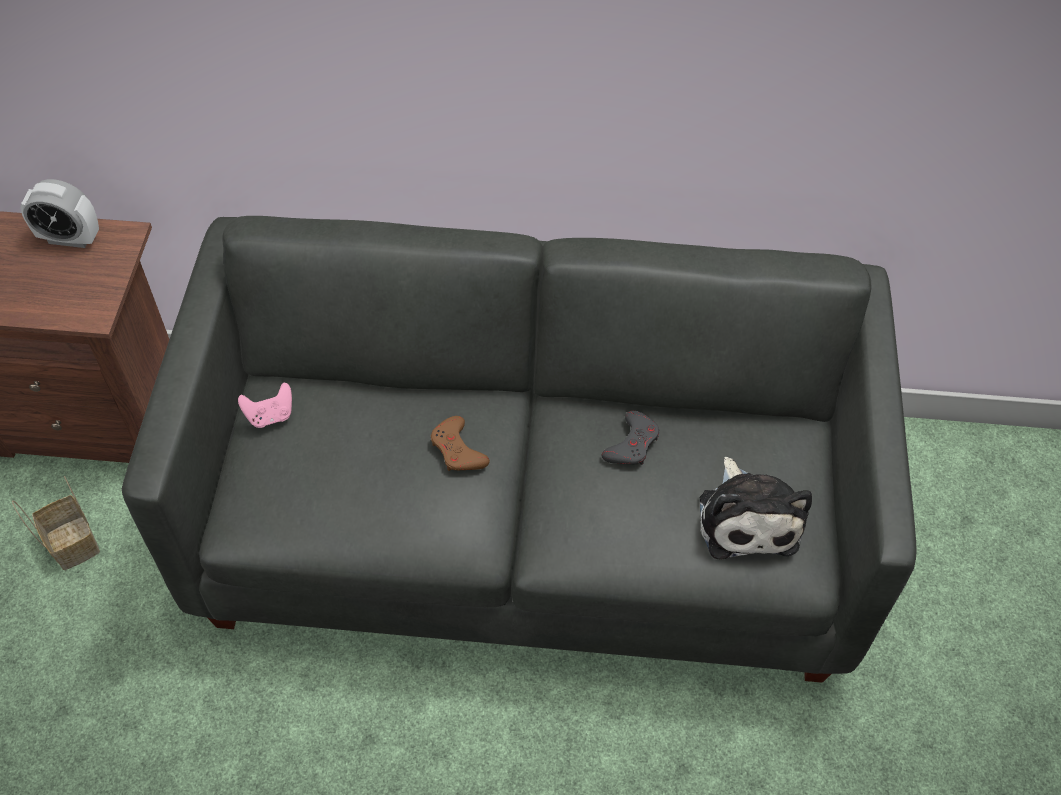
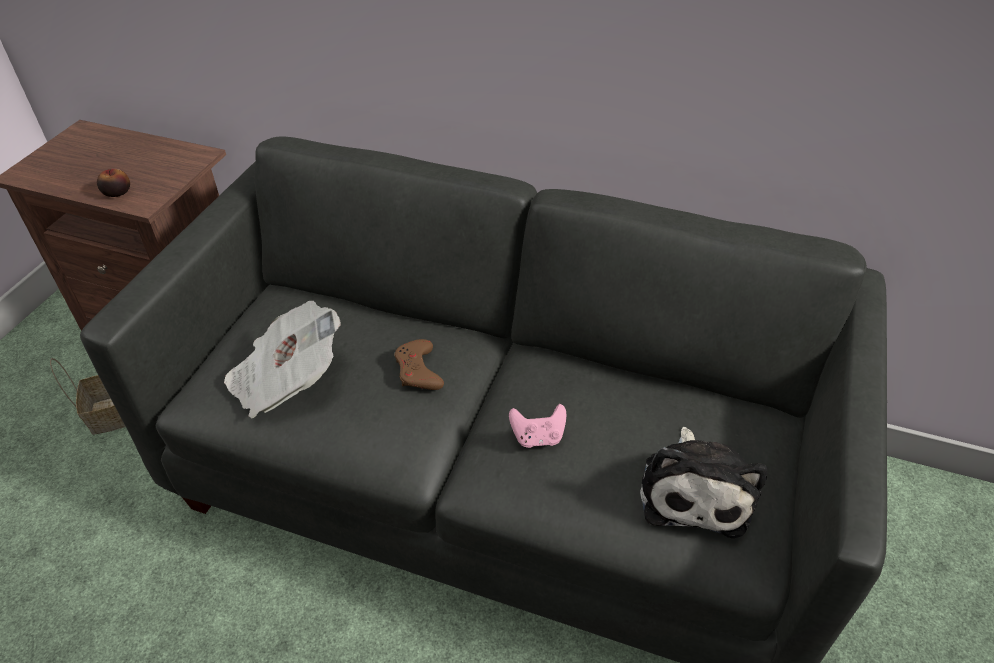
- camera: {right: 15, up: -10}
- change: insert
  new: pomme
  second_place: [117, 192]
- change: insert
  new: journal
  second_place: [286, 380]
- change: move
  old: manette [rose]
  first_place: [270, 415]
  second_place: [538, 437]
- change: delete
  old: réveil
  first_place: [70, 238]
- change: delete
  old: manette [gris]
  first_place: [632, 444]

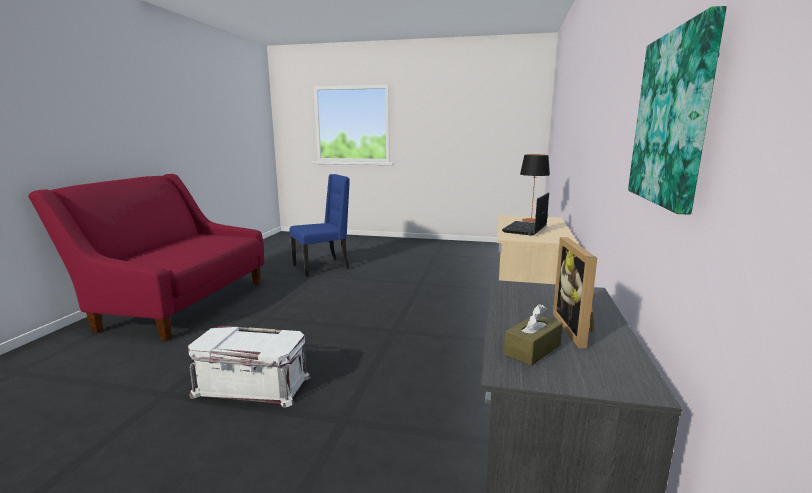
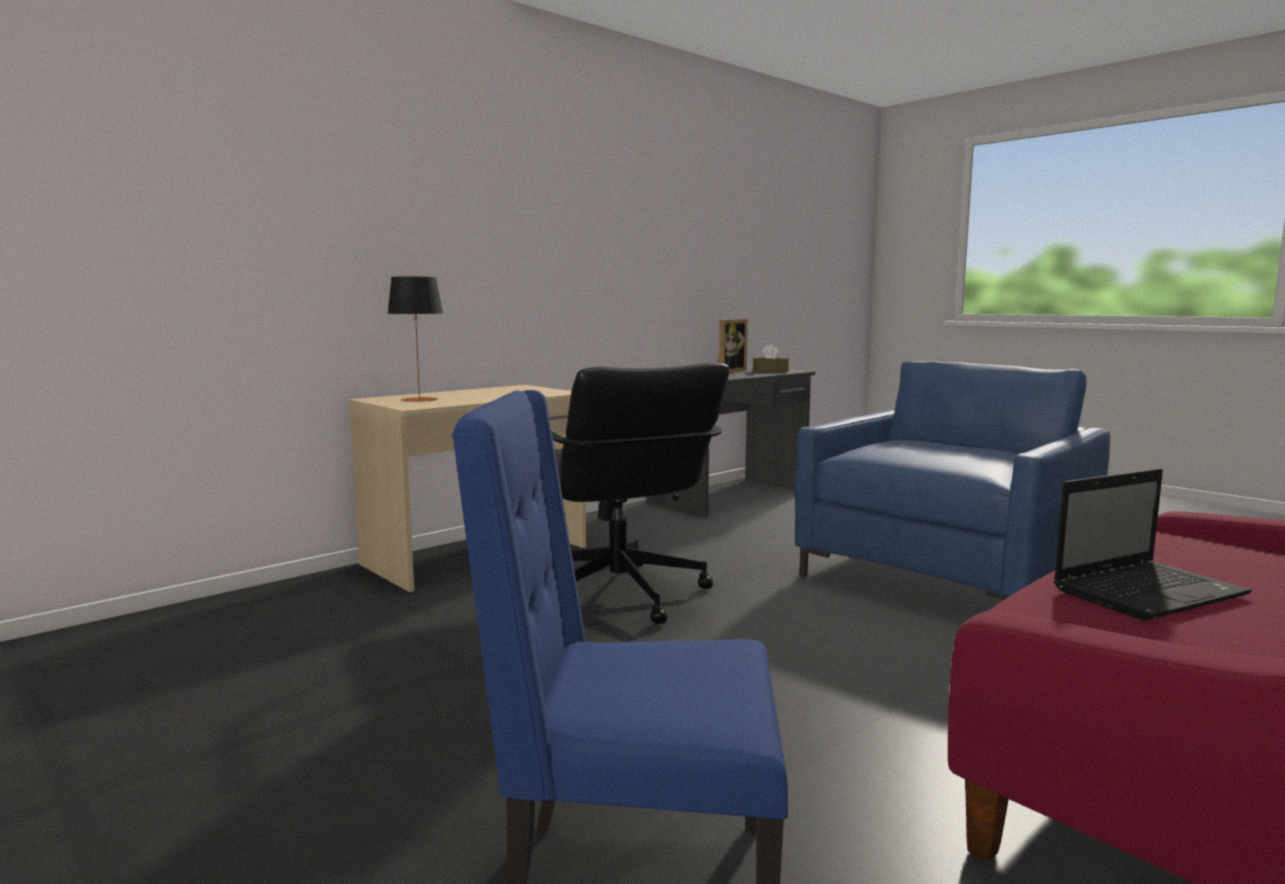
- camera: {right: -145, up: -5}
- change: insert
  new: chaise de bureau [noir]
  second_place: [618, 595]
- change: replace
  old: boîte de rangement [blanc]
  new: fauteuil [bleu]
  first_place: [251, 386]
  second_place: [944, 577]
- change: move
  old: ordinateur portable
  first_place: [525, 229]
  second_place: [1150, 592]
- change: delete
  old: tableau
  first_place: [673, 119]

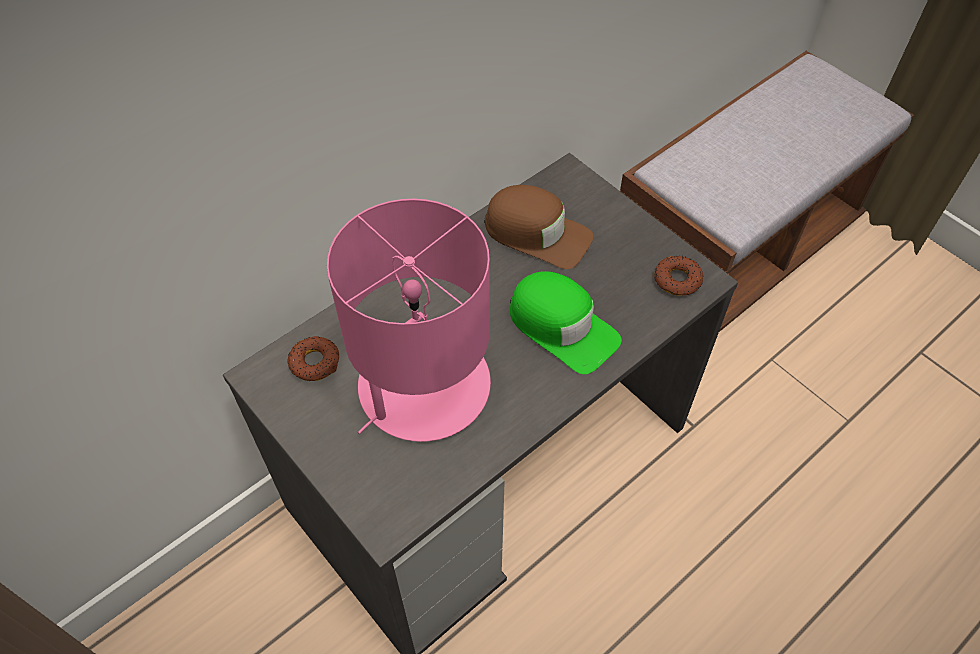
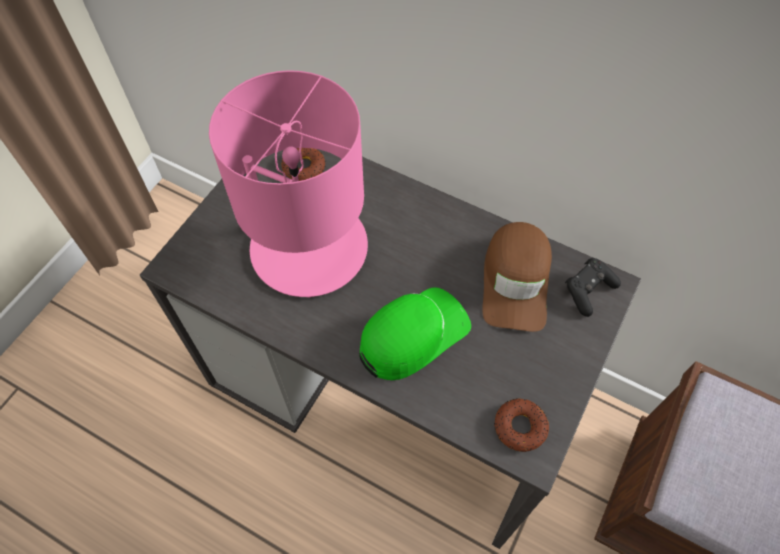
- camera: {right: 70, up: 5}
- change: rotate
  old: casquette [vert]
  first_place: [562, 327]
  second_place: [413, 335]
  degrees: -150
- change: insert
  new: manette [noir]
  second_place: [588, 290]

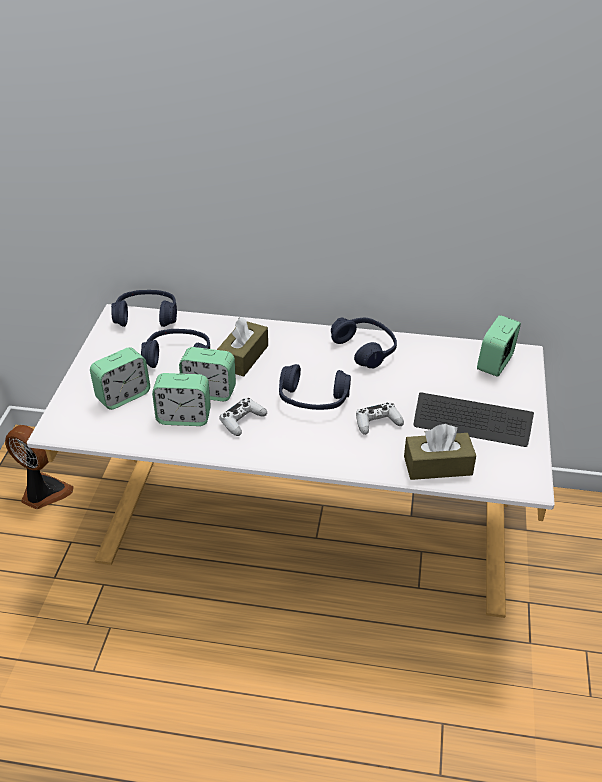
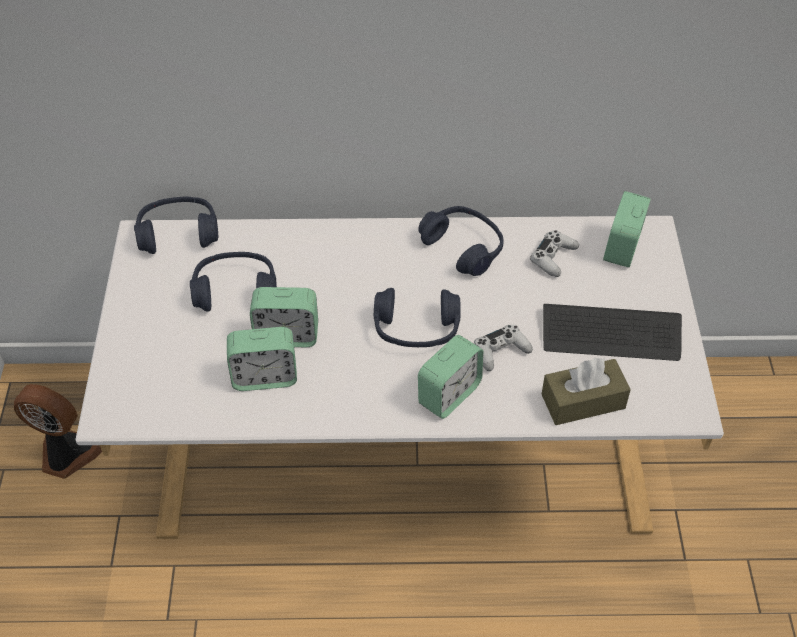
- camera: {right: -10, up: 10}
- change: move
  old: réveil
  first_place: [123, 396]
  second_place: [449, 394]
- change: move
  old: manette [blanc]
  first_place: [242, 421]
  second_place: [553, 258]
- change: delete
  old: boîte à mouchoirs [marron]
  first_place: [243, 357]

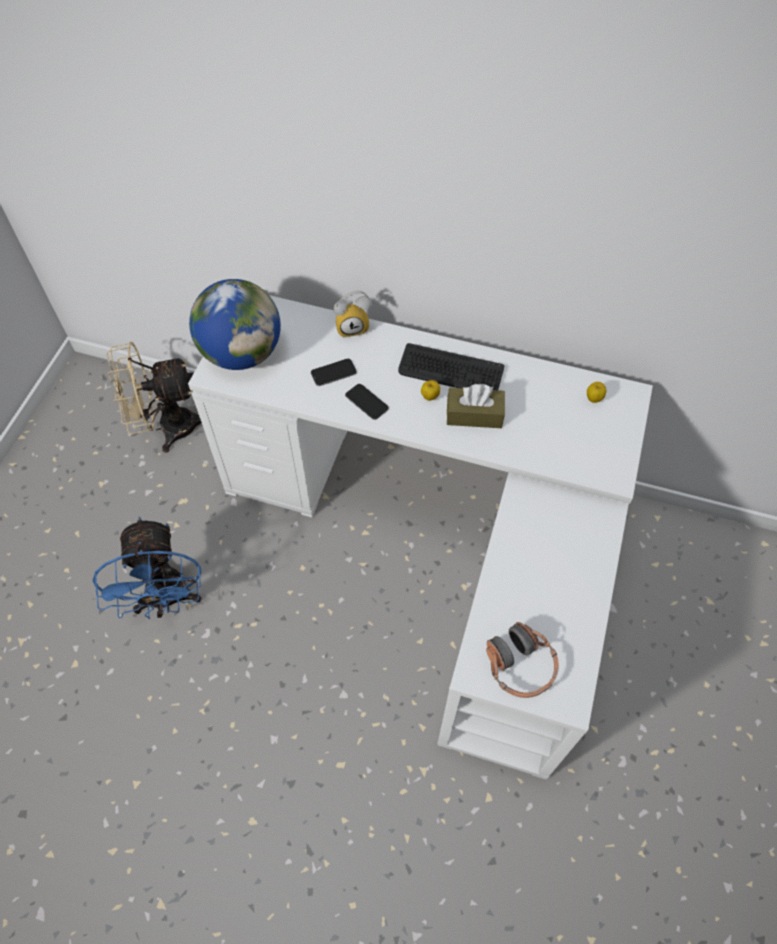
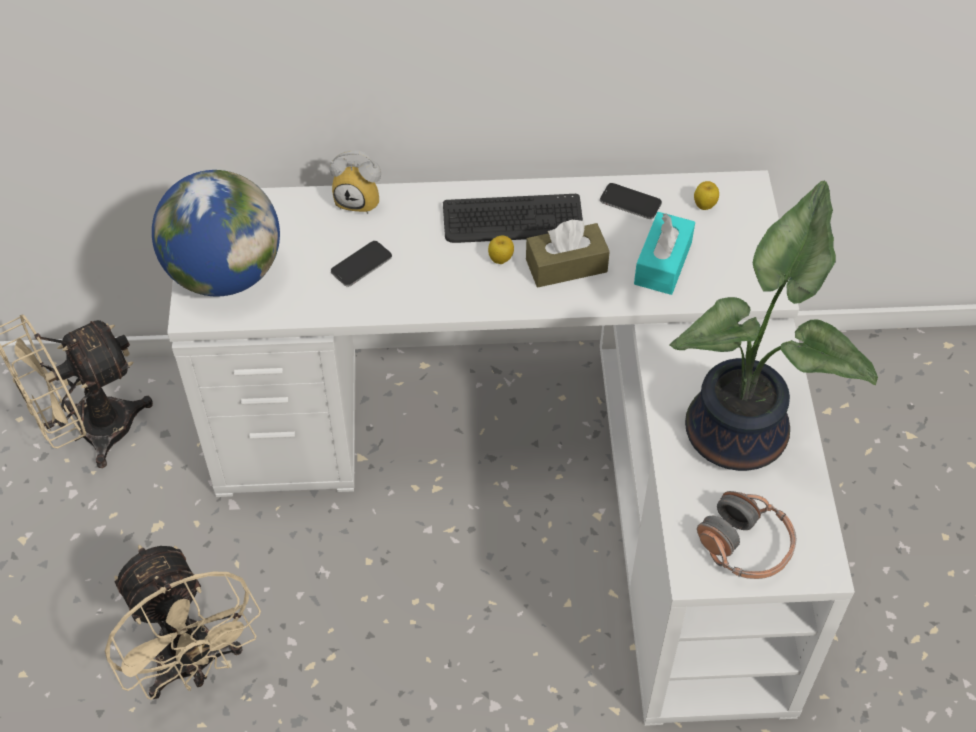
- camera: {right: -20, up: -5}
- change: recolor
  old: ventilateur [bleu]
  new: ventilateur [beige]
  first_place: [167, 600]
  second_place: [193, 666]
- change: rotate
  old: réveil
  first_place: [353, 327]
  second_place: [360, 200]
  degrees: 45
- change: move
  old: téléphone
  first_place: [366, 402]
  second_place: [630, 202]
- change: insert
  new: boîte à mouchoirs [turquoise]
  second_place: [663, 263]
- change: insert
  new: plante en pot
  second_place: [742, 432]

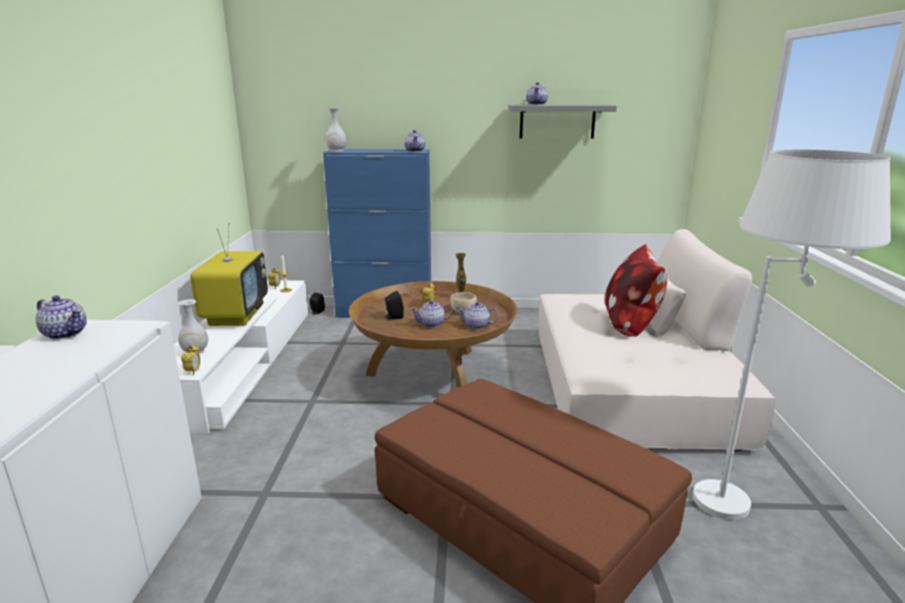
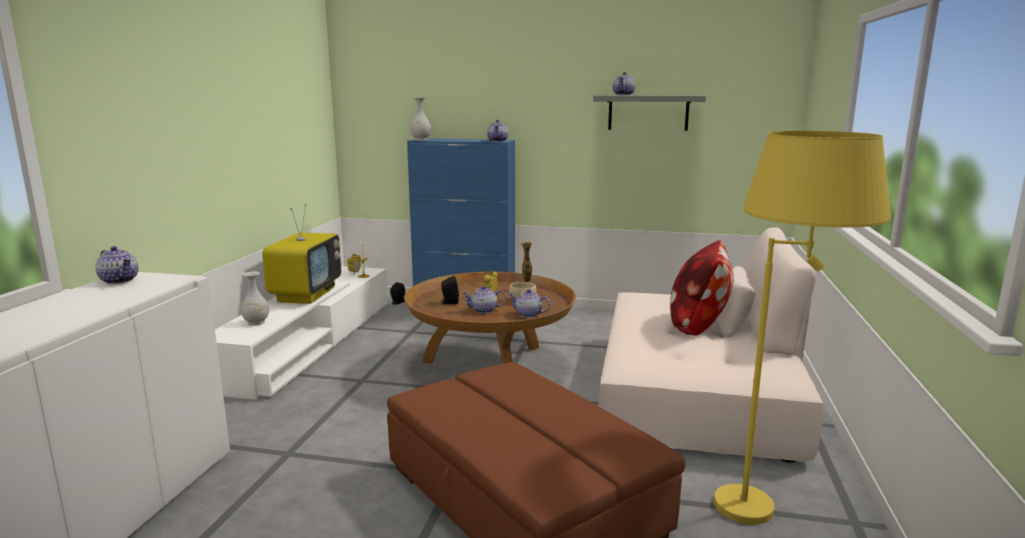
- camera: {right: 10, up: -5}
- change: recolor
  old: lampadaire [blanc]
  new: lampadaire [jaune]
  first_place: [750, 502]
  second_place: [777, 510]
- change: delete
  old: réveil
  first_place: [193, 372]

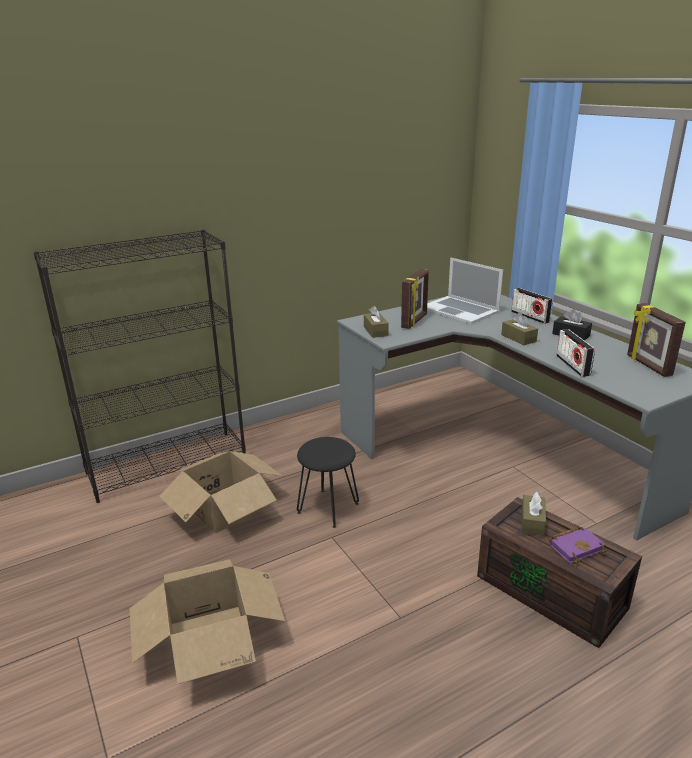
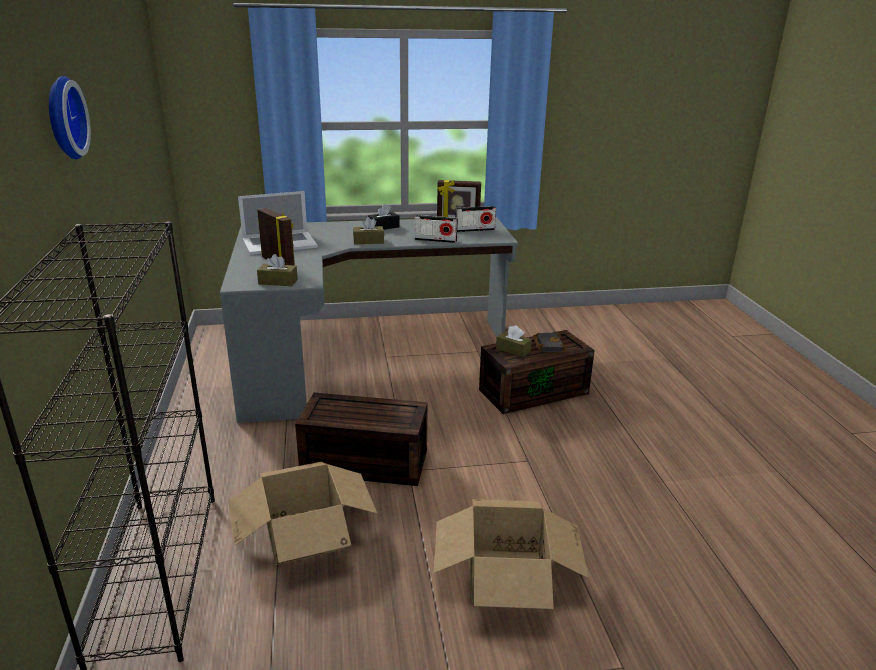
- camera: {right: -70, up: 0}
- change: insert
  new: horloge murale
  second_place: [62, 118]
- change: replace
  old: tabouret [noir]
  new: boîte de rangement [marron]
  first_place: [327, 508]
  second_place: [362, 463]
- change: move
  old: radio
  first_place: [530, 317]
  second_place: [474, 230]
- change: recolor
  old: livre [violet]
  new: livre [noir]
  first_place: [576, 547]
  second_place: [547, 345]

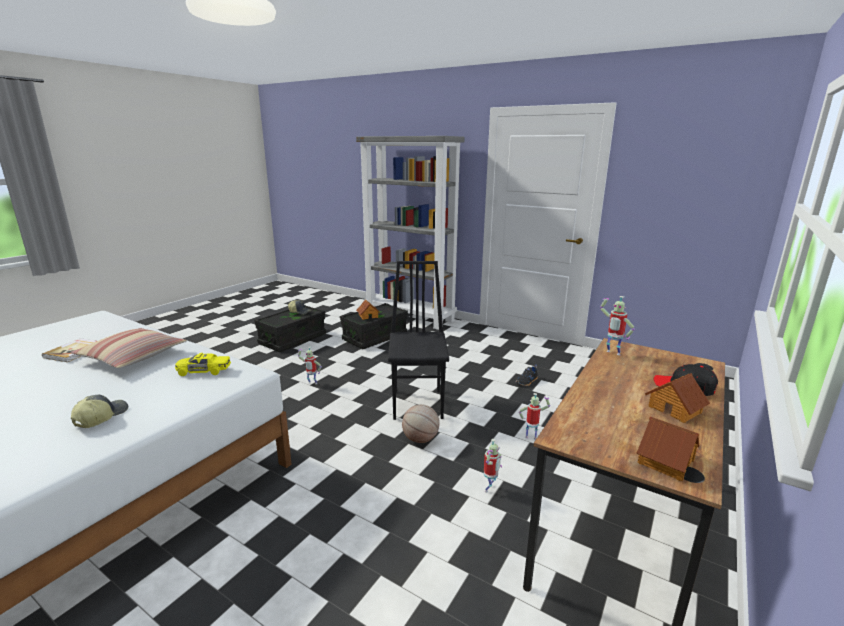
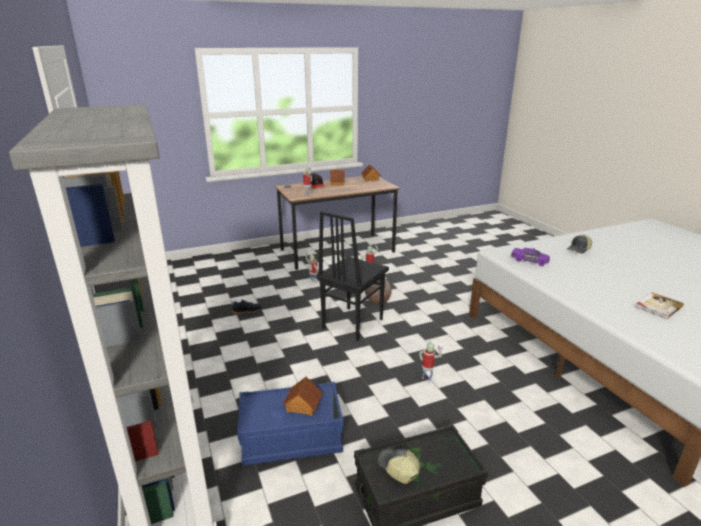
- camera: {right: -145, up: 5}
- change: recolor
  old: boîte de rangement [noir]
  new: boîte de rangement [bleu]
  first_place: [375, 337]
  second_place: [291, 439]
- change: recolor
  old: petite voiture [jaune]
  new: petite voiture [violet]
  first_place: [203, 371]
  second_place: [529, 261]
- change: delete
  old: coussin
  first_place: [132, 356]

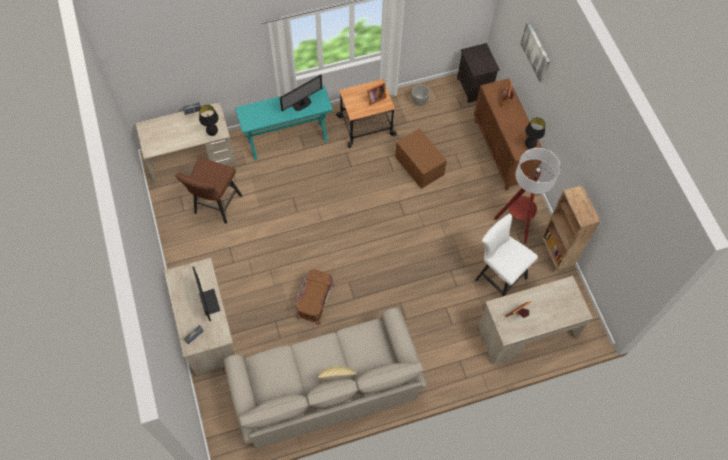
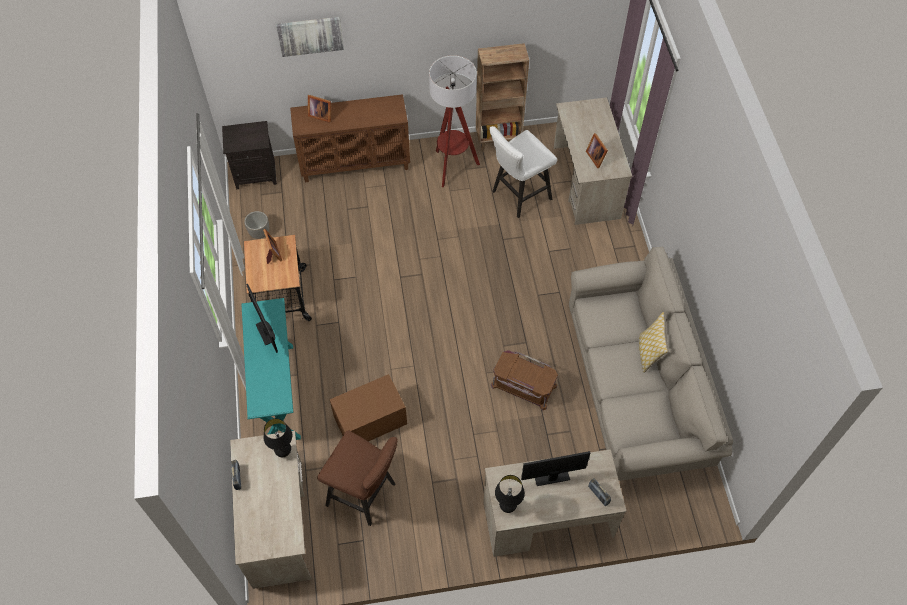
- camera: {right: -80, up: -5}
- change: move
  old: boîte de rangement [marron]
  first_place: [419, 165]
  second_place: [370, 420]
- change: move
  old: lampe de table [noir]
  first_place: [529, 146]
  second_place: [507, 507]

